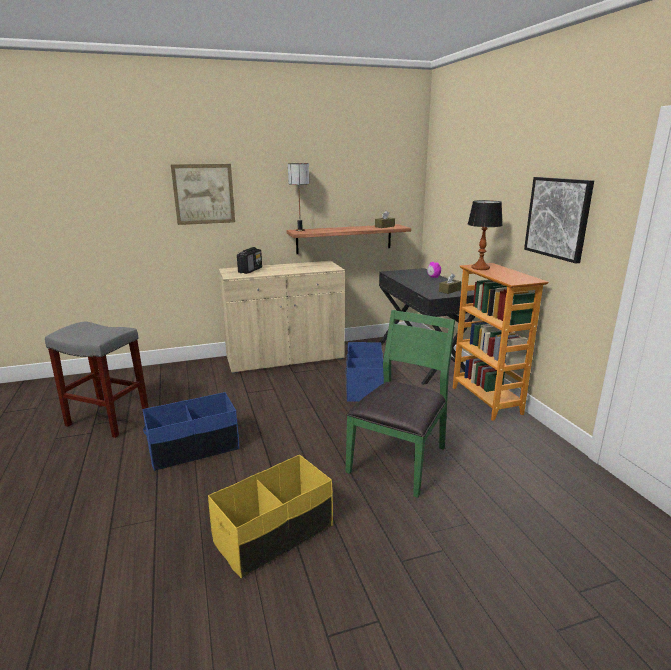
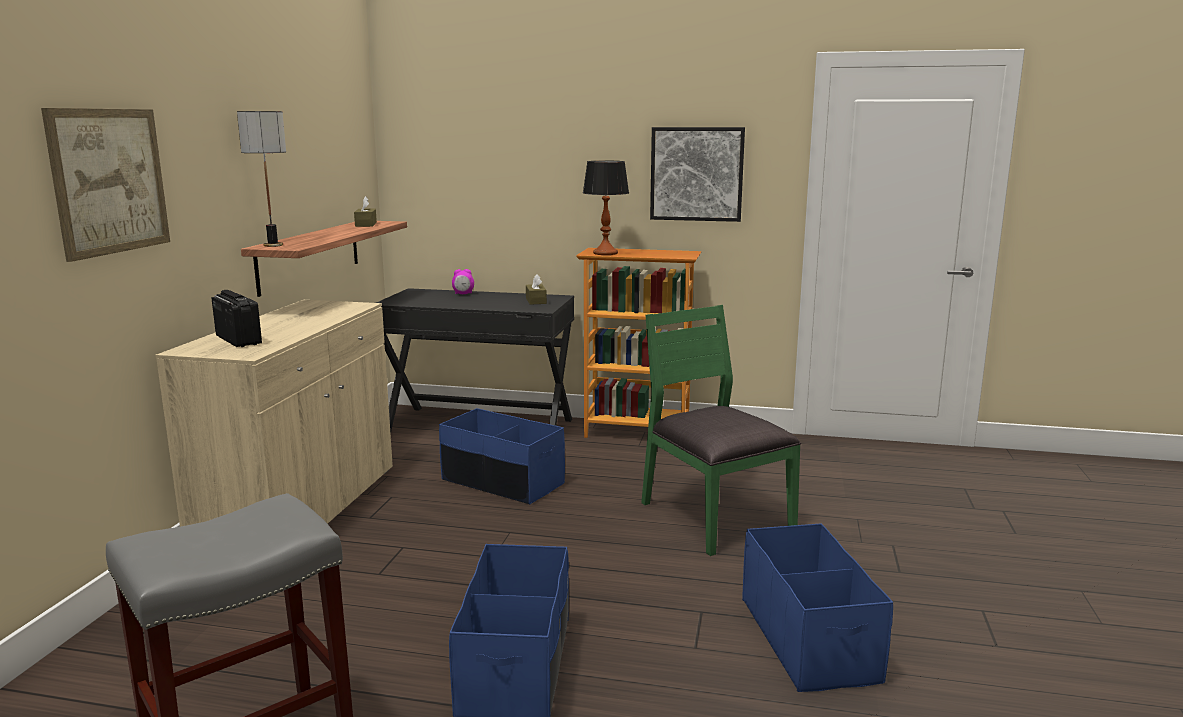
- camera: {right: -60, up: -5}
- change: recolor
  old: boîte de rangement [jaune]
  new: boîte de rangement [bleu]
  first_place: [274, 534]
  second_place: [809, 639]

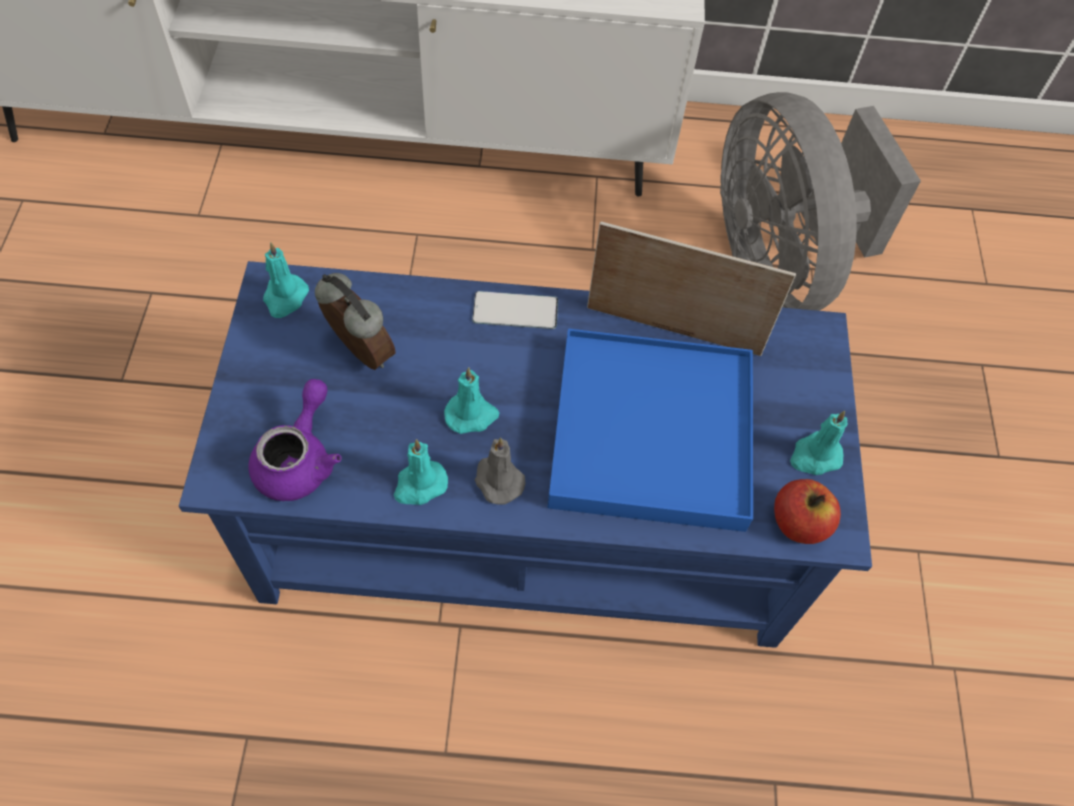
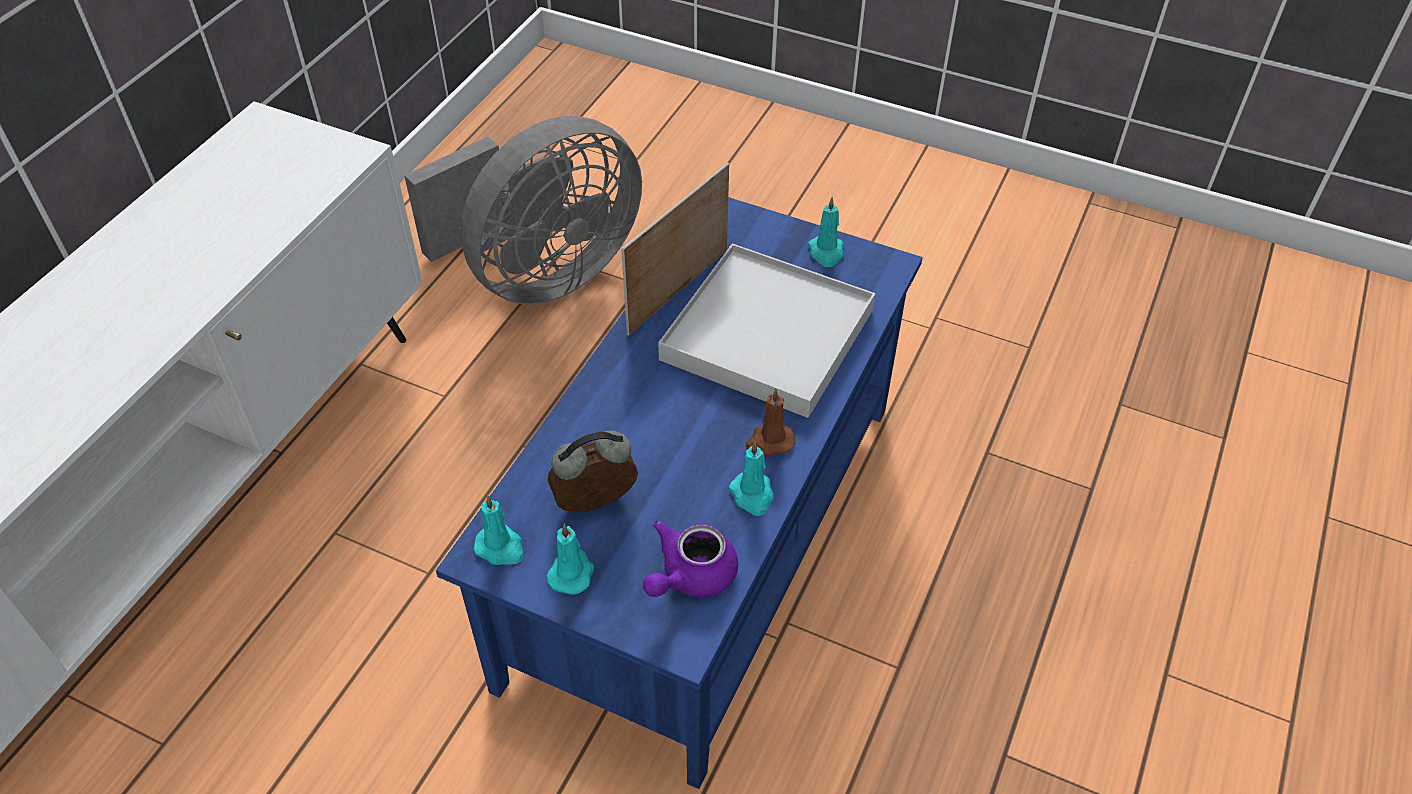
- camera: {right: -65, up: -10}
- change: rotate
  old: ventilateur [gris]
  first_place: [778, 265]
  second_place: [541, 275]
  degrees: -45
- change: move
  old: bougie [turquoise]
  first_place: [472, 415]
  second_place: [572, 572]
- change: rotate
  old: théière [violet]
  first_place: [299, 459]
  second_place: [690, 576]
  degrees: -90
- change: recolor
  old: plateau [bleu]
  new: plateau [blanc]
  first_place: [650, 433]
  second_place: [767, 335]
- change: recolor
  old: bougie [gris]
  new: bougie [marron]
  first_place: [497, 480]
  second_place: [769, 442]
- change: delete
  old: téléphone
  first_place: [515, 311]
- change: delete
  old: pomme
  first_place: [798, 523]

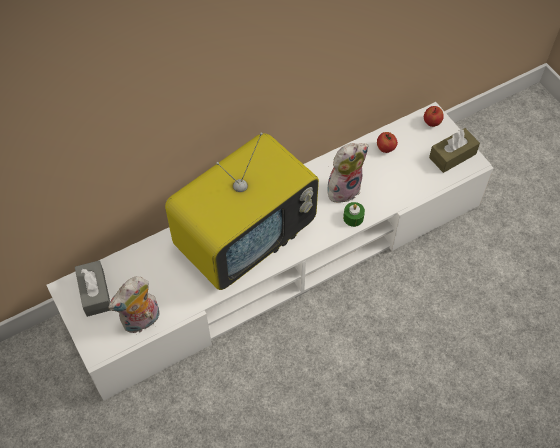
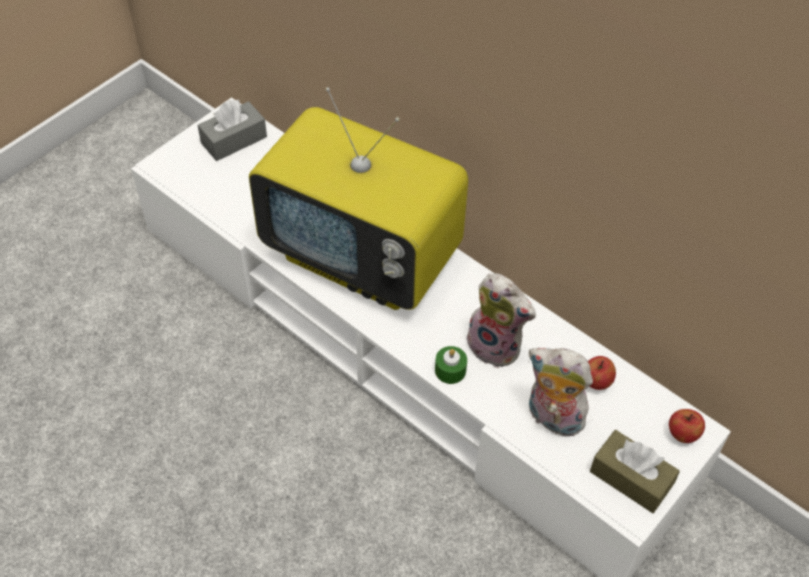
- camera: {right: 70, up: -5}
- change: move
  old: peluche
  first_place: [141, 321]
  second_place: [552, 418]

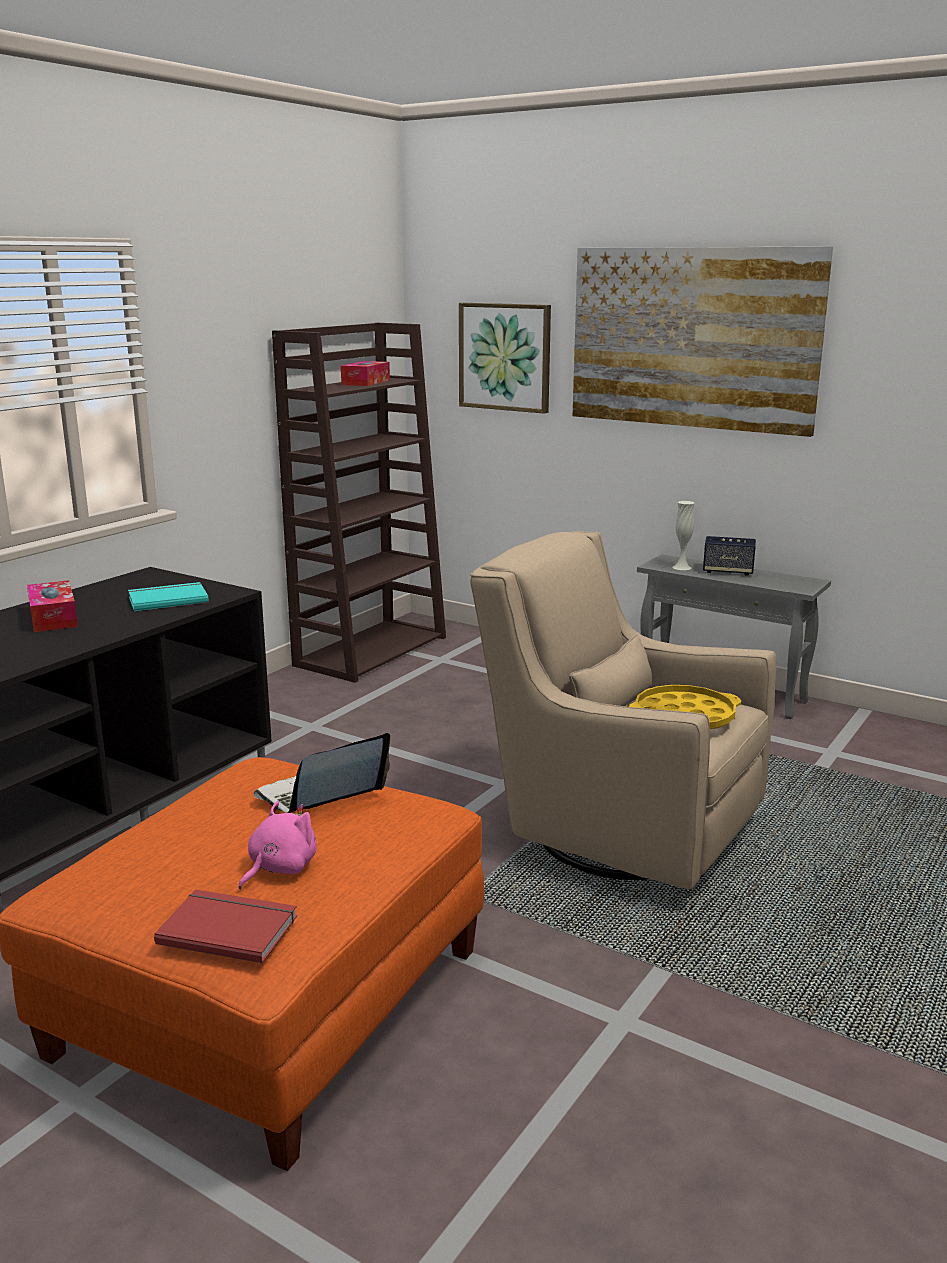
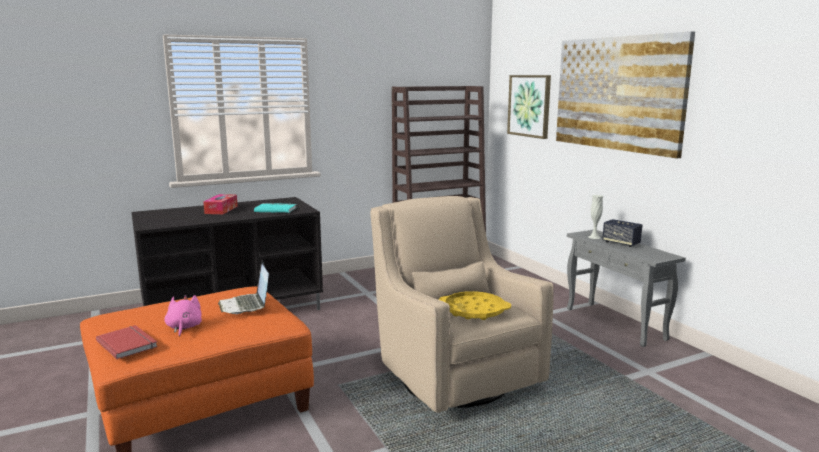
- camera: {right: 30, up: -5}
- change: rotate
  old: peluche [rose]
  first_place: [279, 868]
  second_place: [184, 328]
  degrees: -75
- change: rotate
  old: ordinateur portable
  first_place: [320, 797]
  second_place: [246, 305]
  degrees: -105
- change: delete
  old: boîte à mouchoirs
  first_place: [366, 382]

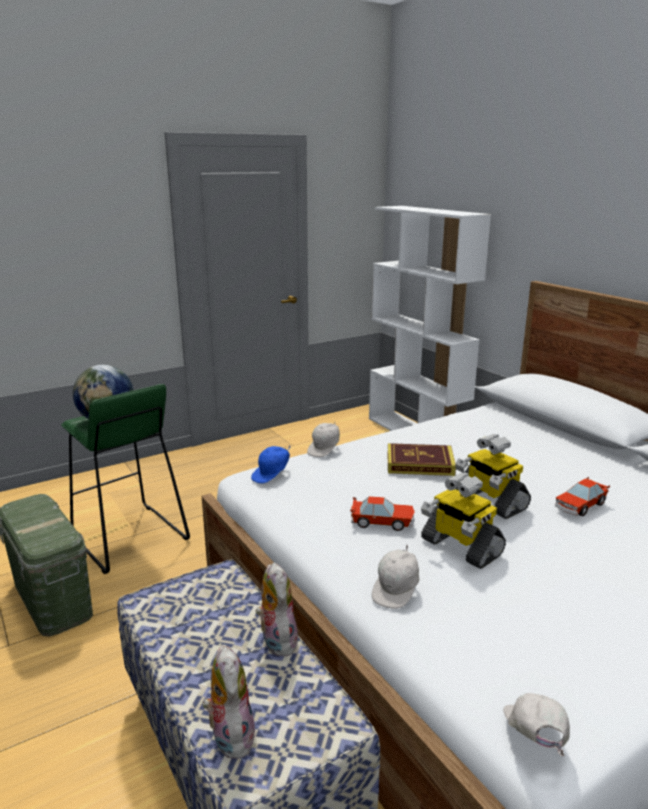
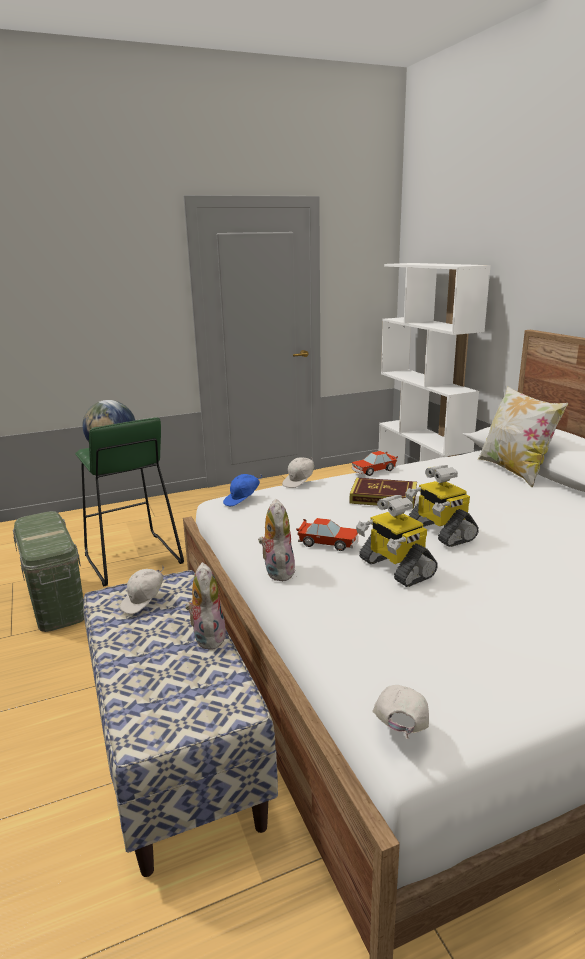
- camera: {right: 10, up: 0}
- change: move
  old: casquette [blanc]
  first_place: [397, 590]
  second_place: [144, 602]
- change: move
  old: peluche
  first_place: [230, 735]
  second_place: [277, 571]
- change: move
  old: petite voiture
  first_place: [580, 505]
  second_place: [373, 470]
- change: insert
  new: coussin
  second_place: [514, 471]

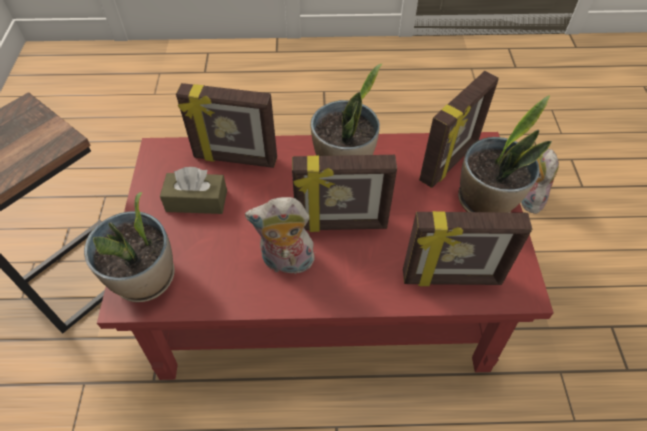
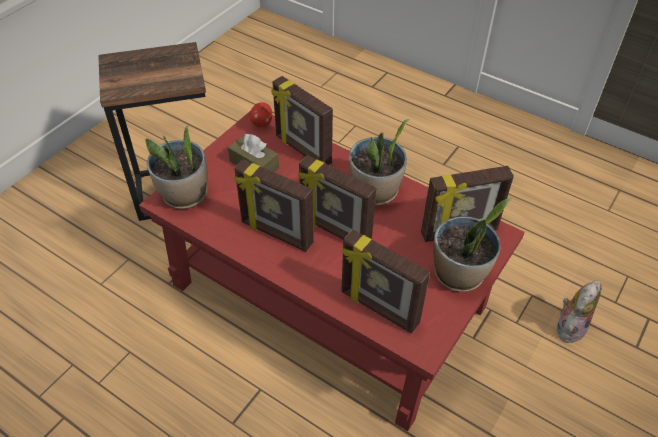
- camera: {right: 35, up: -5}
- change: replace
  old: peluche
  new: cadre photo
  first_place: [286, 263]
  second_place: [276, 234]
- change: insert
  new: pomme
  second_place: [261, 123]

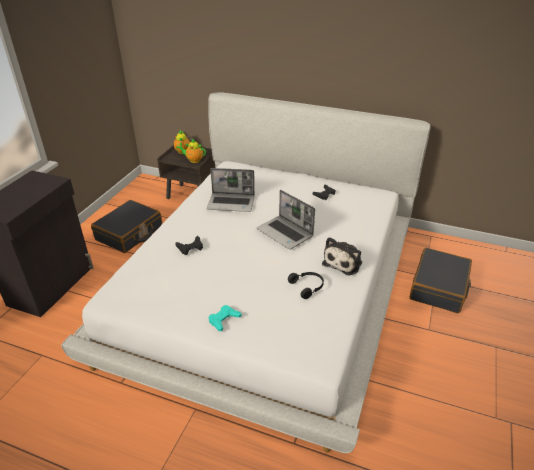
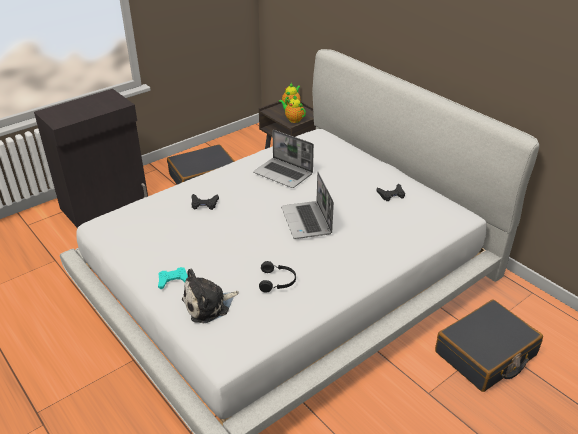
- camera: {right: 30, up: 0}
- change: move
  old: peluche
  first_place: [343, 262]
  second_place: [208, 305]

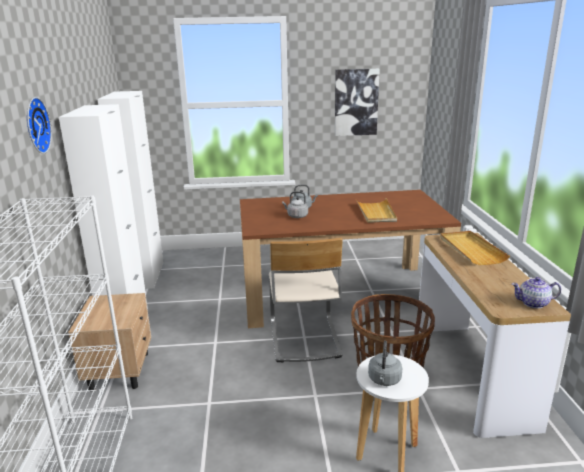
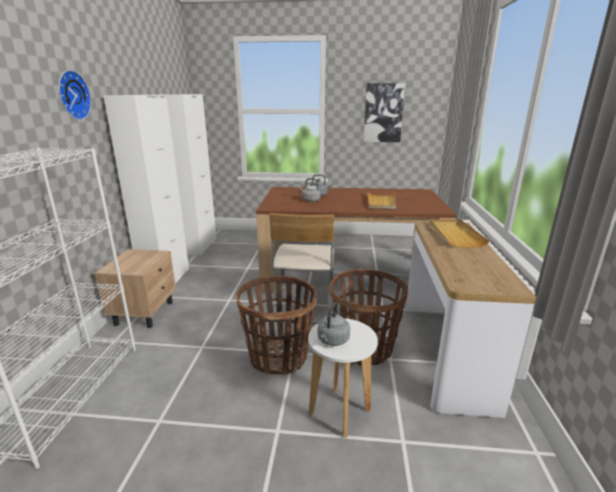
- camera: {right: 10, up: 0}
- change: insert
  new: panier
  second_place: [278, 357]
- change: delete
  old: théière
  first_place: [533, 303]

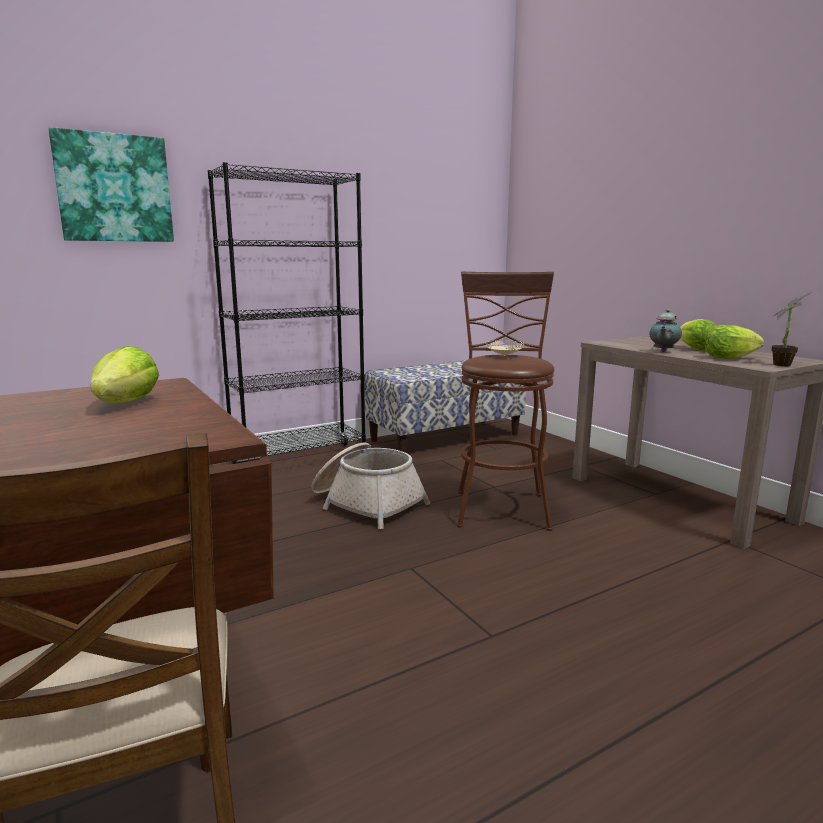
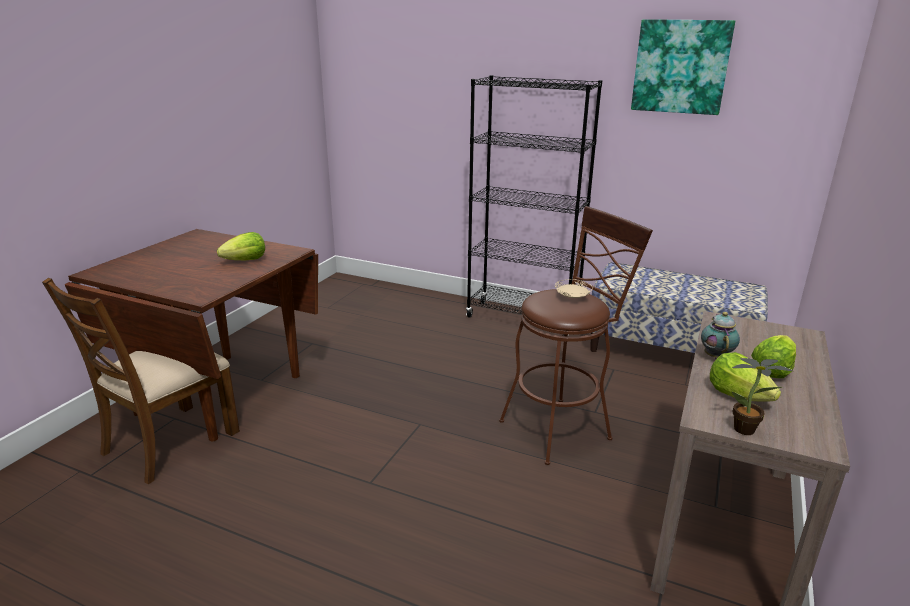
- camera: {right: 55, up: 10}
- change: move
  old: tableau
  first_place: [114, 188]
  second_place: [680, 67]
- change: rotate
  old: théière
  first_place: [662, 351]
  second_place: [716, 356]
  degrees: 105
- change: delete
  old: panier
  first_place: [366, 503]

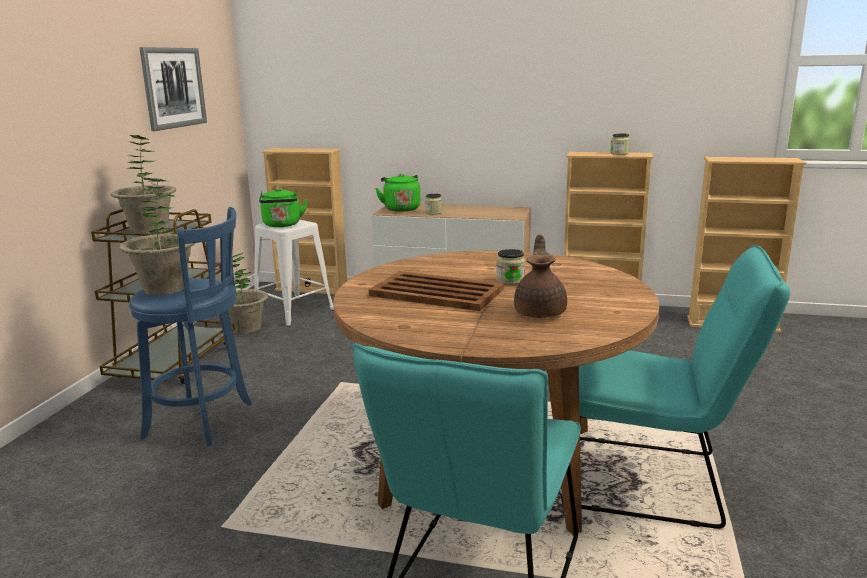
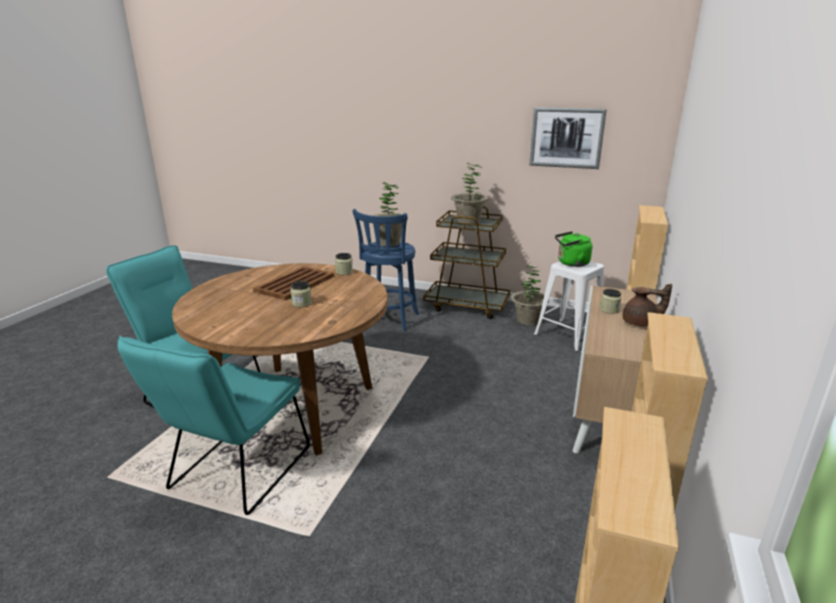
- camera: {right: 95, up: 5}
- change: move
  old: bocal
  first_place: [619, 153]
  second_place: [344, 272]
- change: move
  old: théière [marron]
  first_place: [540, 312]
  second_place: [640, 323]
- change: delete
  old: bouilloire [vert]
  first_place: [401, 208]

